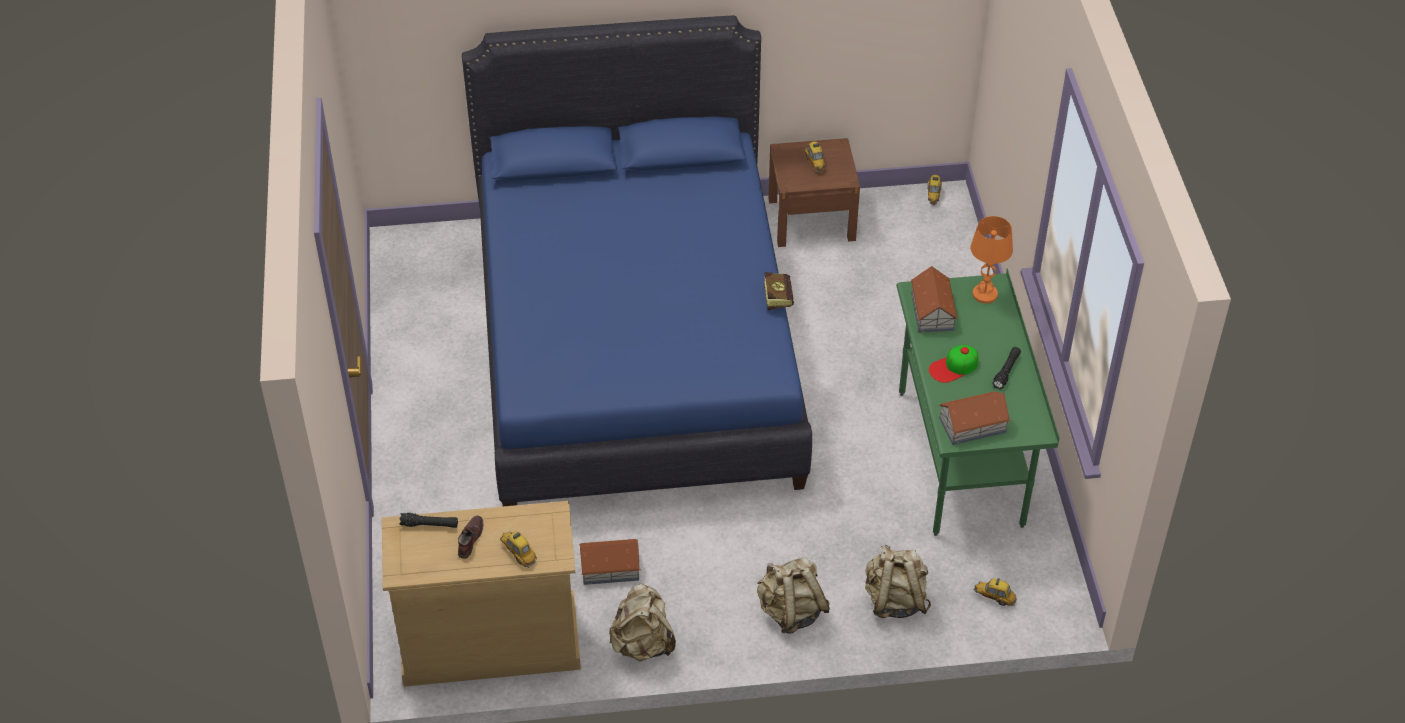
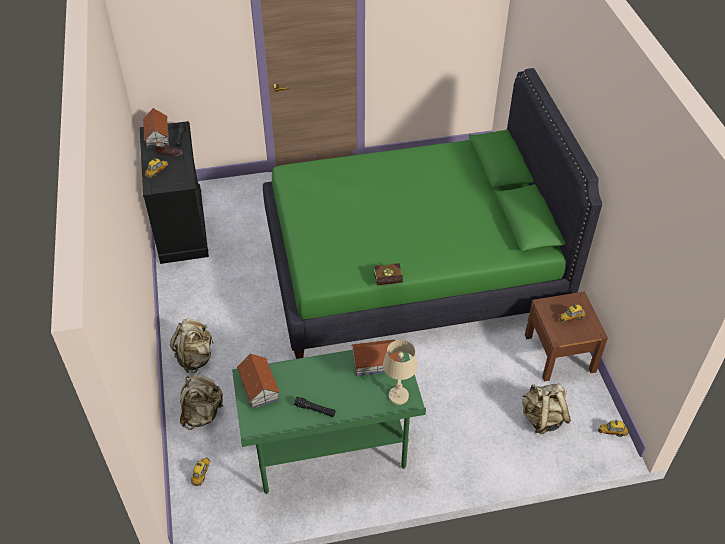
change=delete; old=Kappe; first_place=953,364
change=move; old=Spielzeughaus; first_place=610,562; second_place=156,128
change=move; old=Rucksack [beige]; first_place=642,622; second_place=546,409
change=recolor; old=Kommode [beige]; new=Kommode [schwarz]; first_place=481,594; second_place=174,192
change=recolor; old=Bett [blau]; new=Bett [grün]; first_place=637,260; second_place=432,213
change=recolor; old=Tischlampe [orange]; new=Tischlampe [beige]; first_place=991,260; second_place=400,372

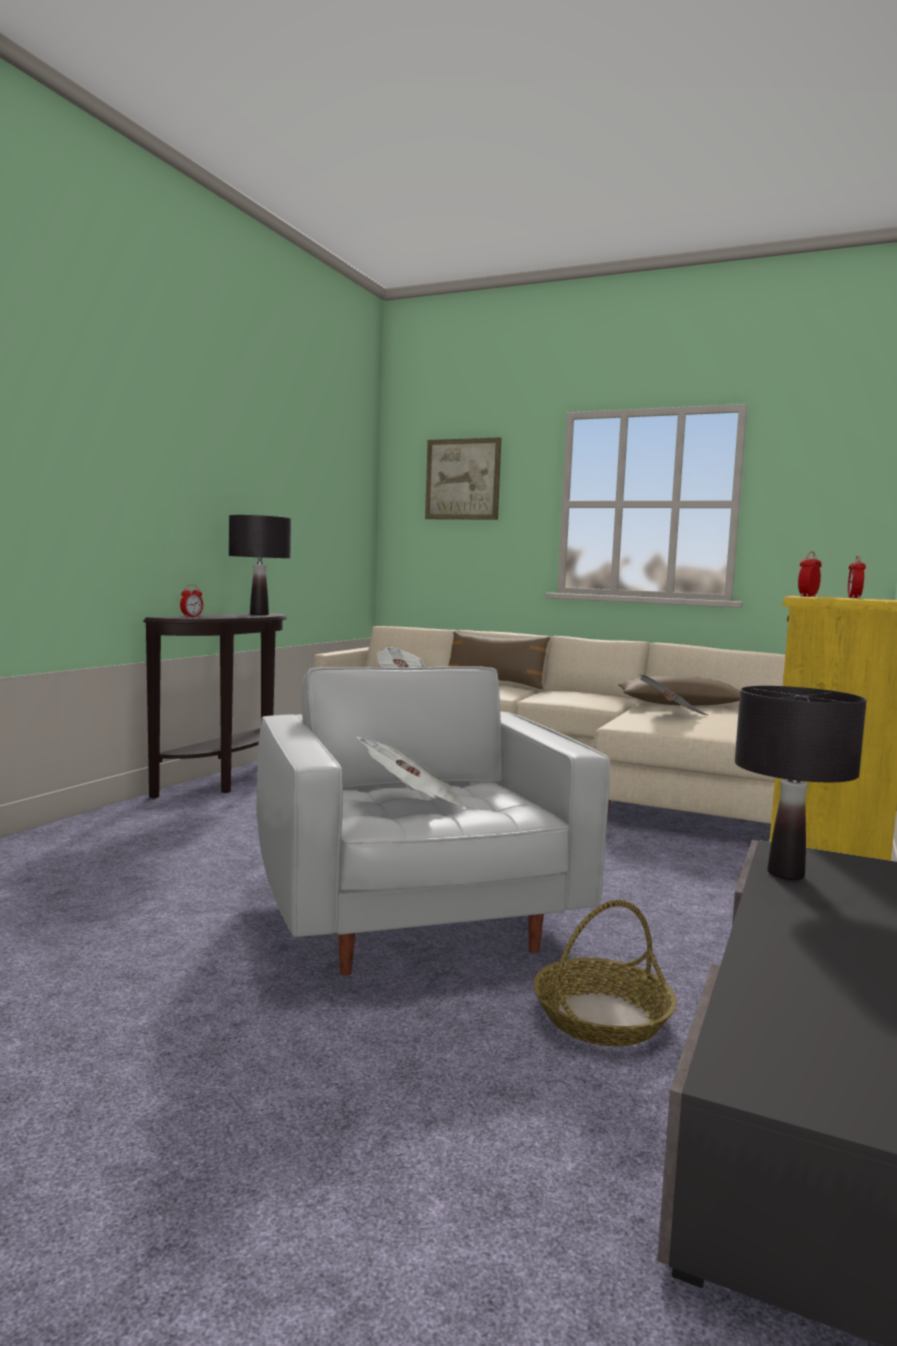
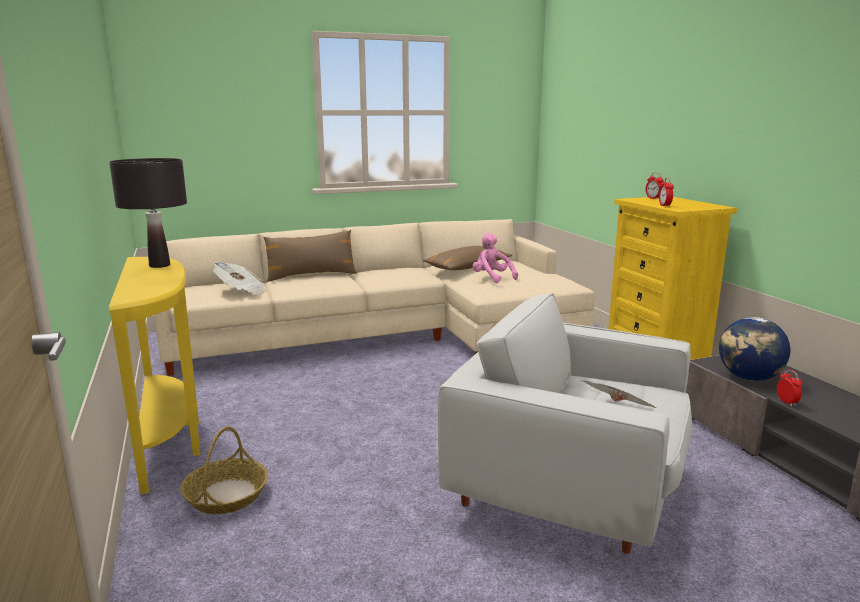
change=delete; old=Bild; first_place=463,478
change=move; old=Wecker; first_place=191,601; second_place=789,388
change=move; old=Korb; first_place=605,973; second_place=224,470
change=replace; old=Zeitung; new=Plüschtier [rosa]; first_place=673,695; second_place=495,258
change=replace; old=Tischlampe [schwarz]; new=Globus; first_place=801,783; second_place=754,349
change=recolor; old=Konsolentisch [braun]; new=Konsolentisch [gelb]; first_place=215,705; second_place=154,375

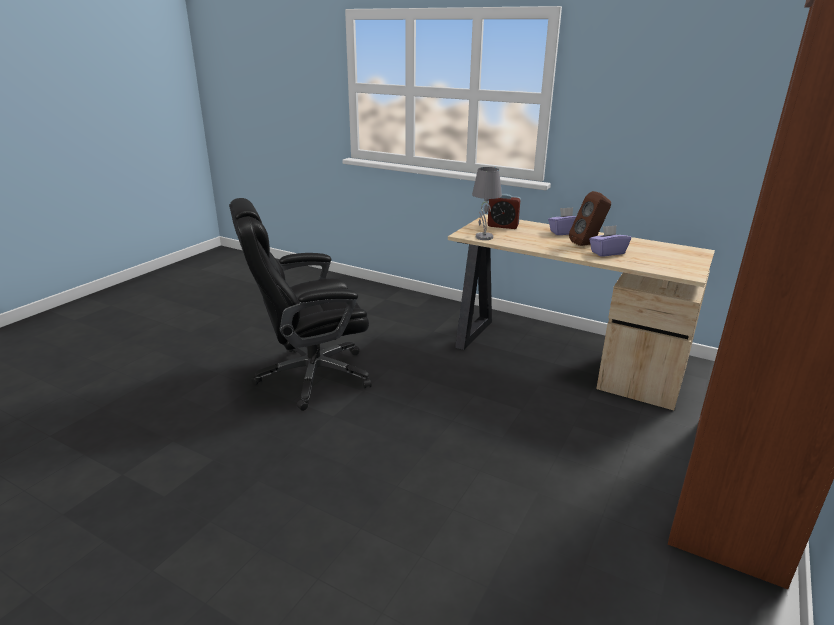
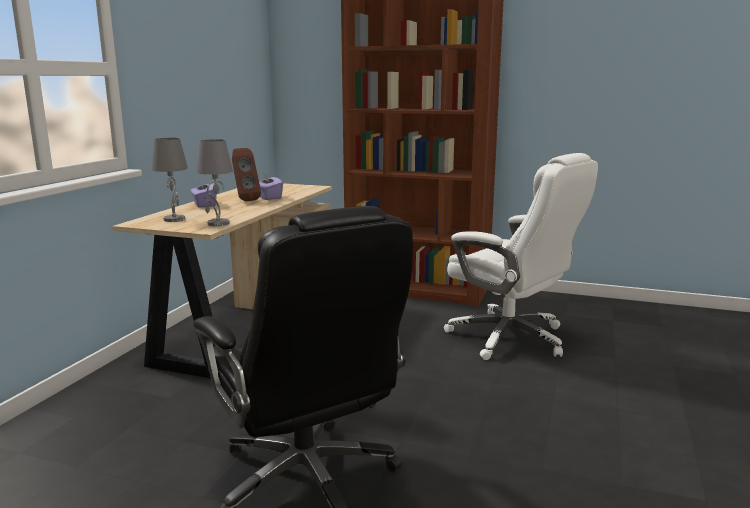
change=insert; new=Bürostuhl [weiß]; second_place=521,256
change=replace; old=Wecker; new=Tischlampe [grau]; first_place=504,211; second_place=170,180

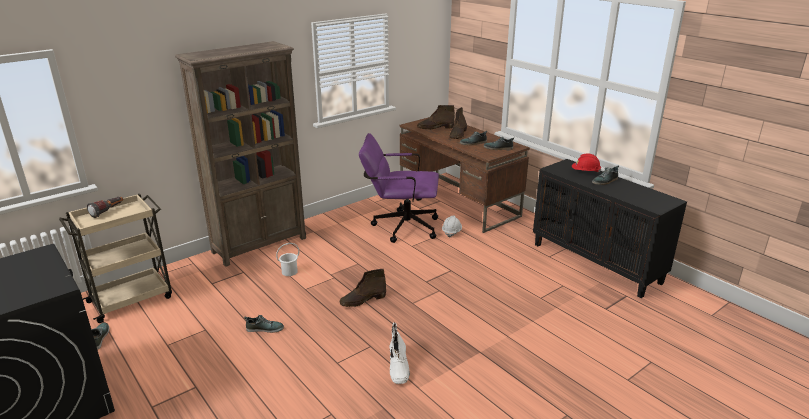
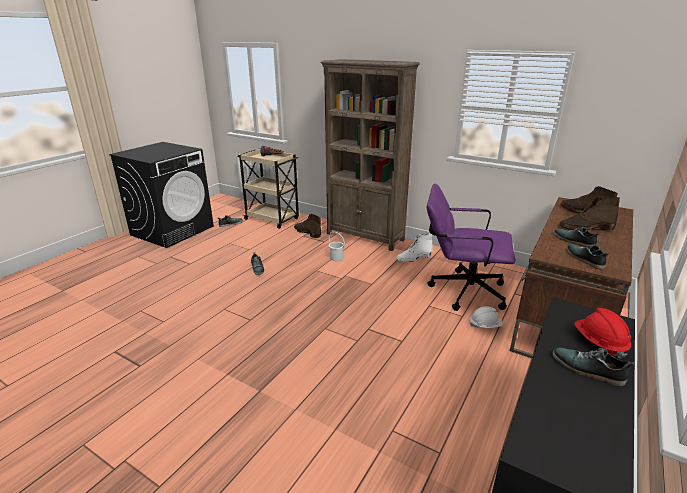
change=move; old=Stiefel [braun]; first_place=362,288; second_place=307,226
change=move; old=Stiefel [weiß]; first_place=400,353; second_place=414,247
change=rotate; old=Bürostuhl [lila]; first_place=399,188; second_place=471,247; degrees=-60

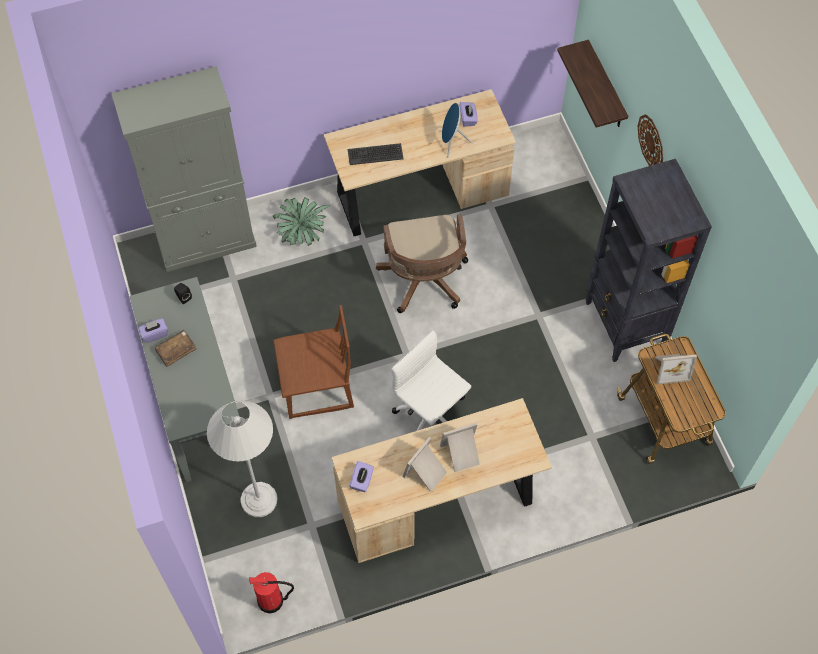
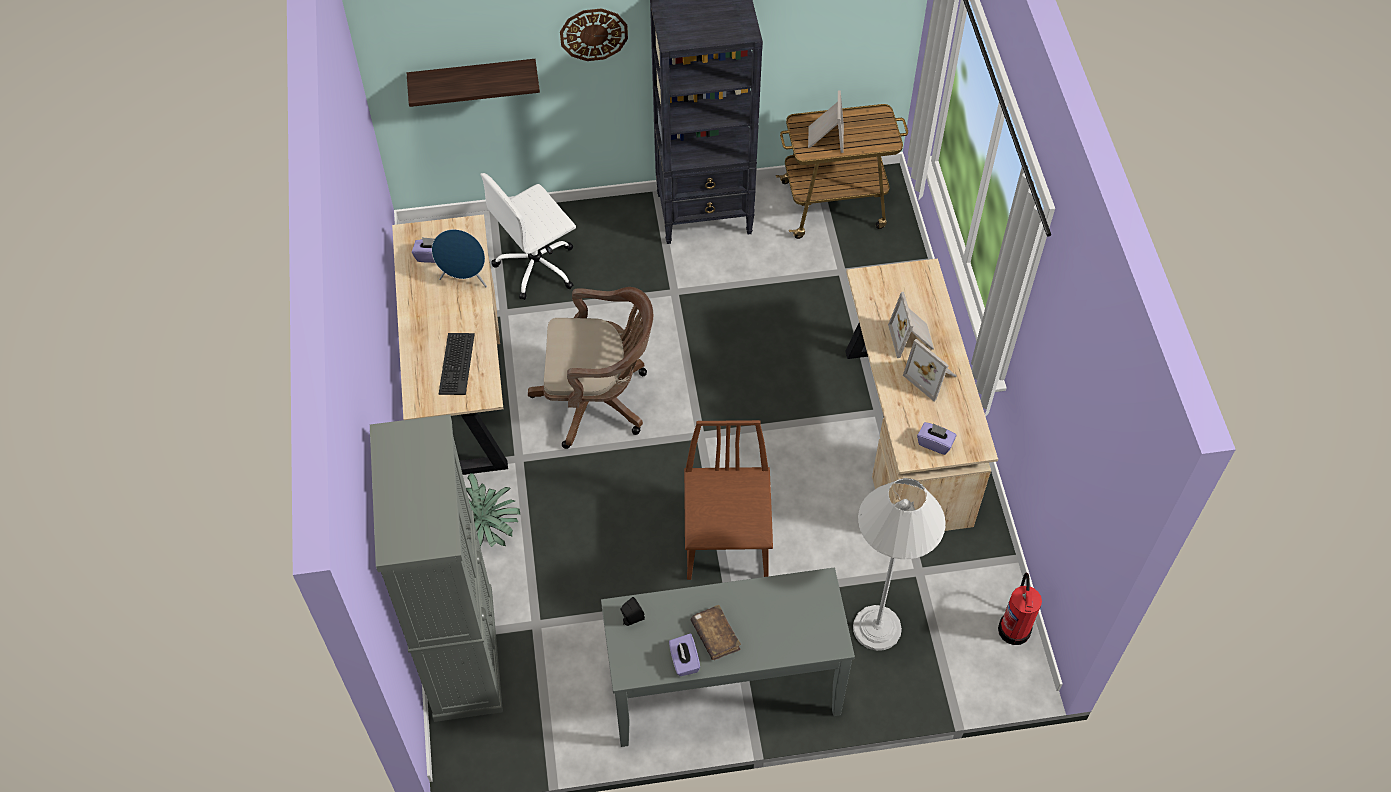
change=move; old=Bürostuhl [weiß]; first_place=431,380; second_place=528,236

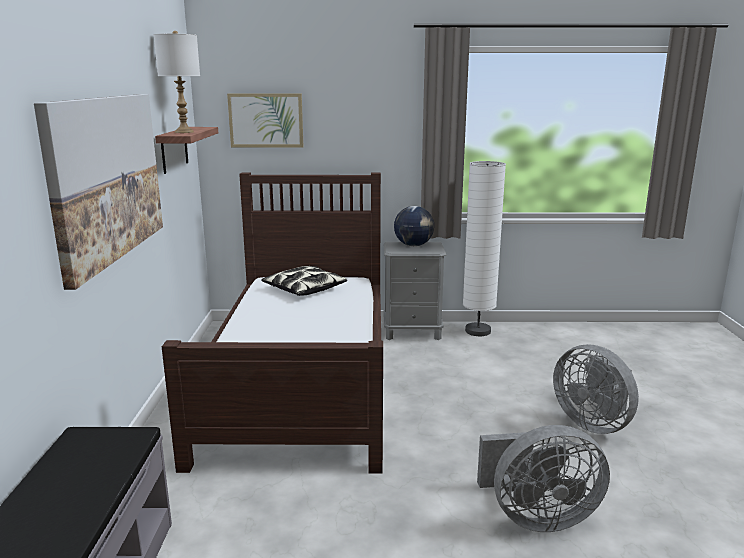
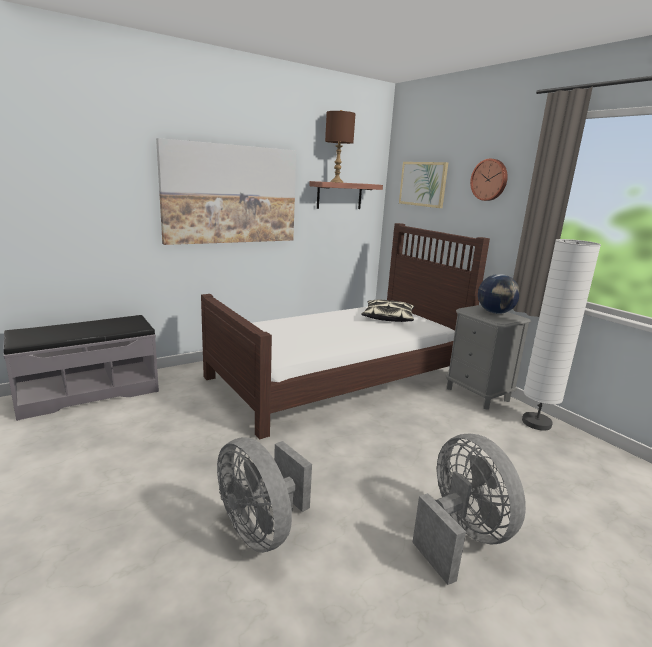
change=insert; new=Wanduhr; second_place=489,180
change=recolor; old=Tischlampe [weiß]; new=Tischlampe [braun]; first_place=177,82; second_place=340,146
change=rotate; old=Ventilator [grau]; first_place=596,389; second_place=469,509; degrees=135

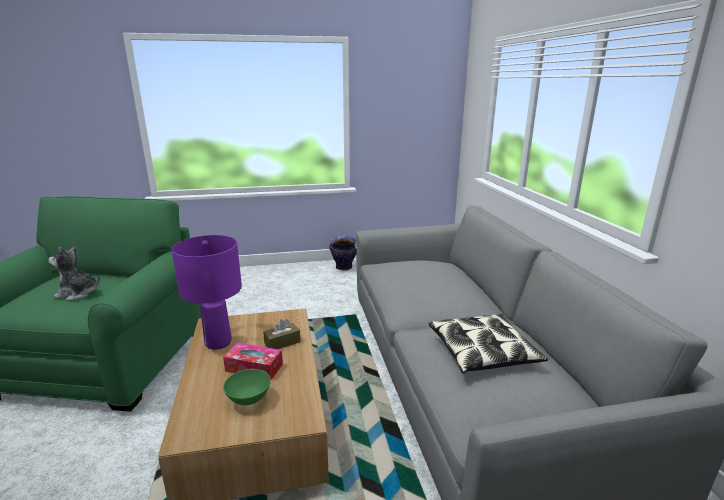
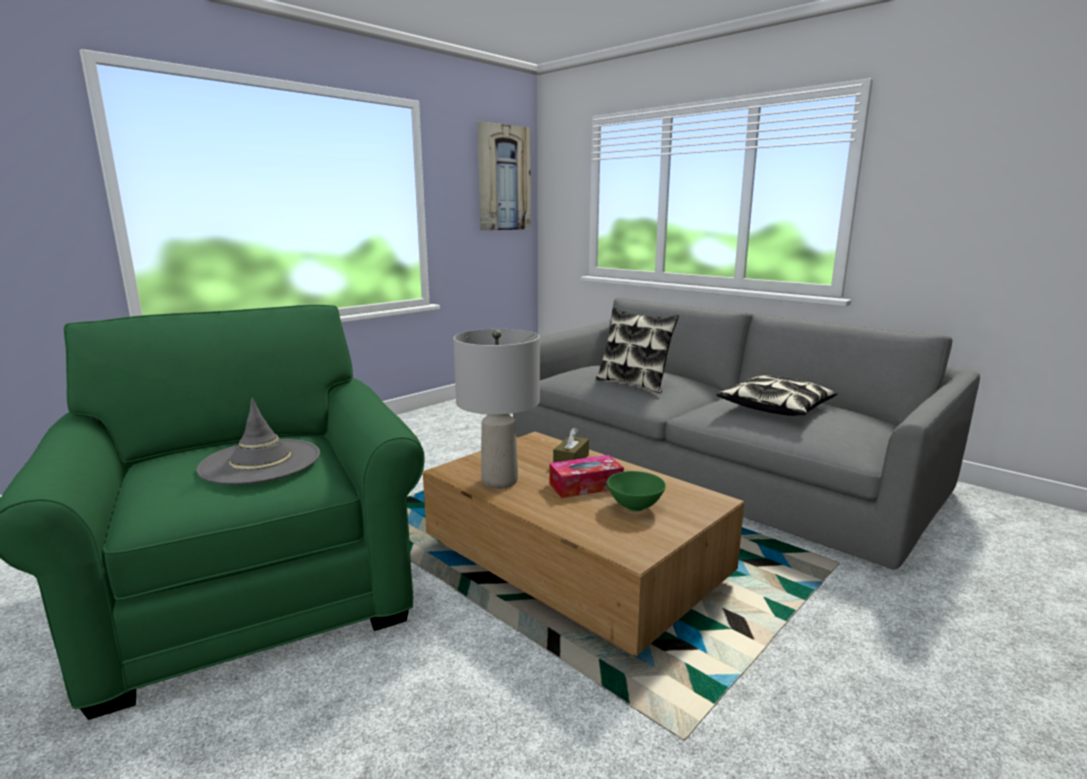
change=delete; old=Vase; first_place=343,253
change=insert; new=Bild; second_place=504,176
change=insert; new=Kissen; second_place=637,350
change=replace; old=Plüschtier; new=Hut [grau]; first_place=74,273; second_place=258,441
change=recolor; old=Tischlampe [lila]; new=Tischlampe [grau]; first_place=207,292; second_place=496,409

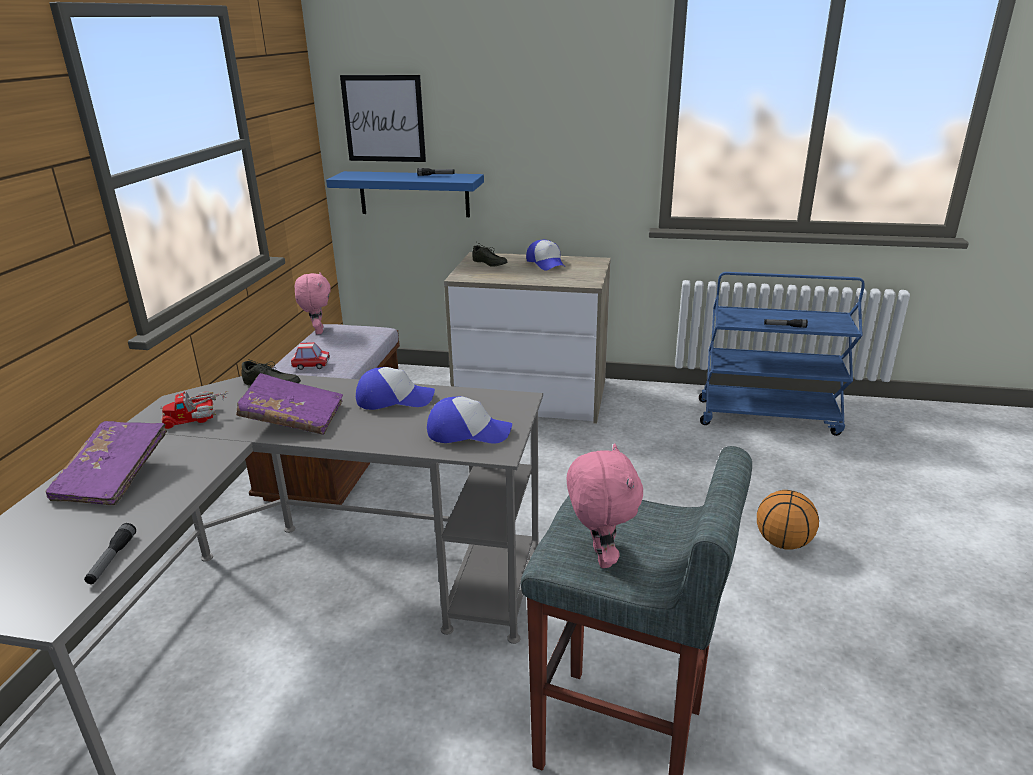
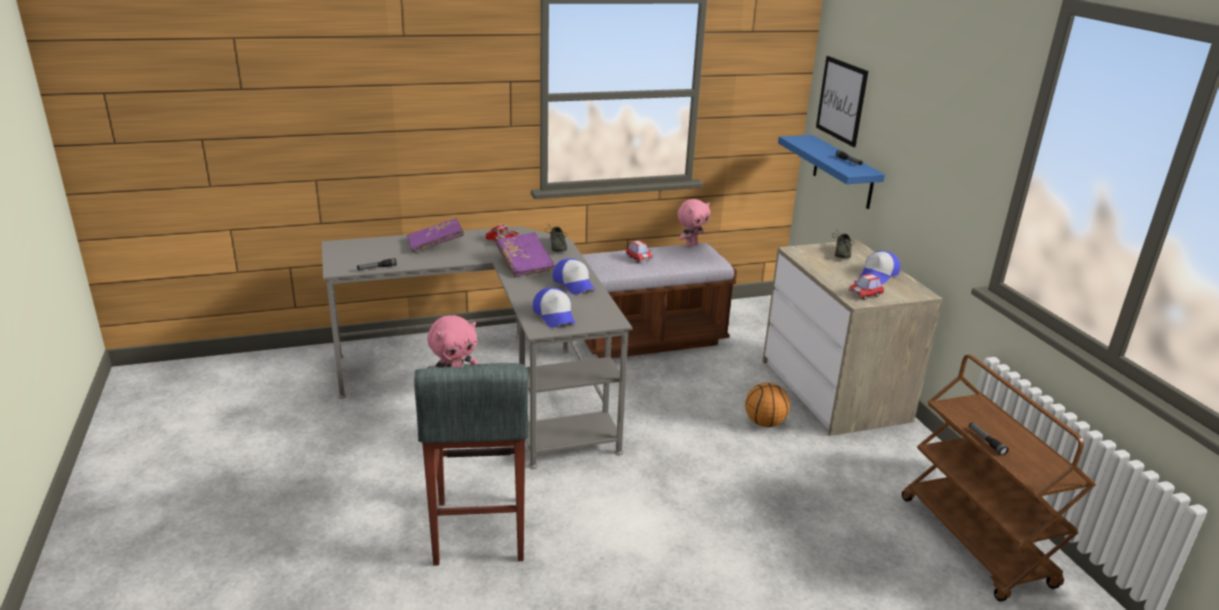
change=insert; new=Spielzeugauto; second_place=866,287
change=move; old=Basketball; first_place=788,520; second_place=767,405
change=recolor; old=Rollwagen [blau]; new=Rollwagen [braun]; first_place=782,354; second_place=999,478

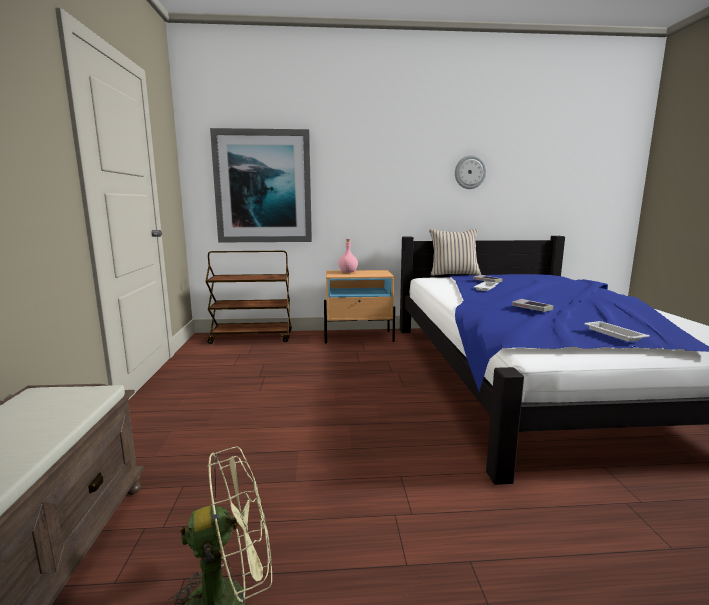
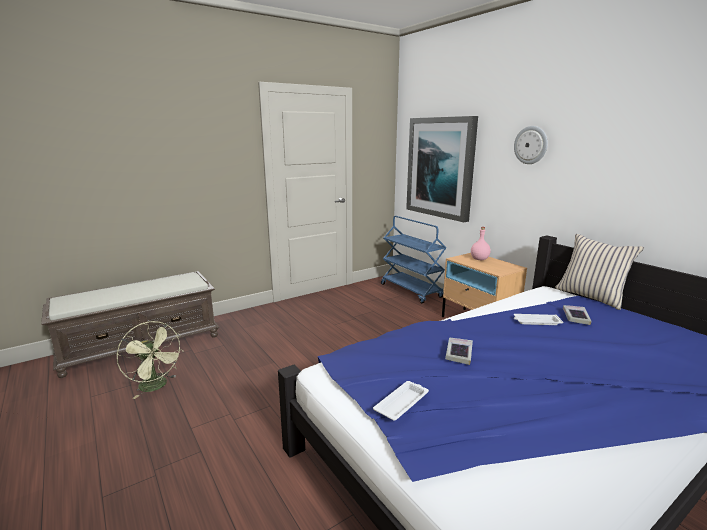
change=move; old=Wanduhr; first_place=471,172; second_place=531,145
change=recolor; old=Rollwagen [braun]; new=Rollwagen [blau]; first_place=248,297; second_place=414,259

